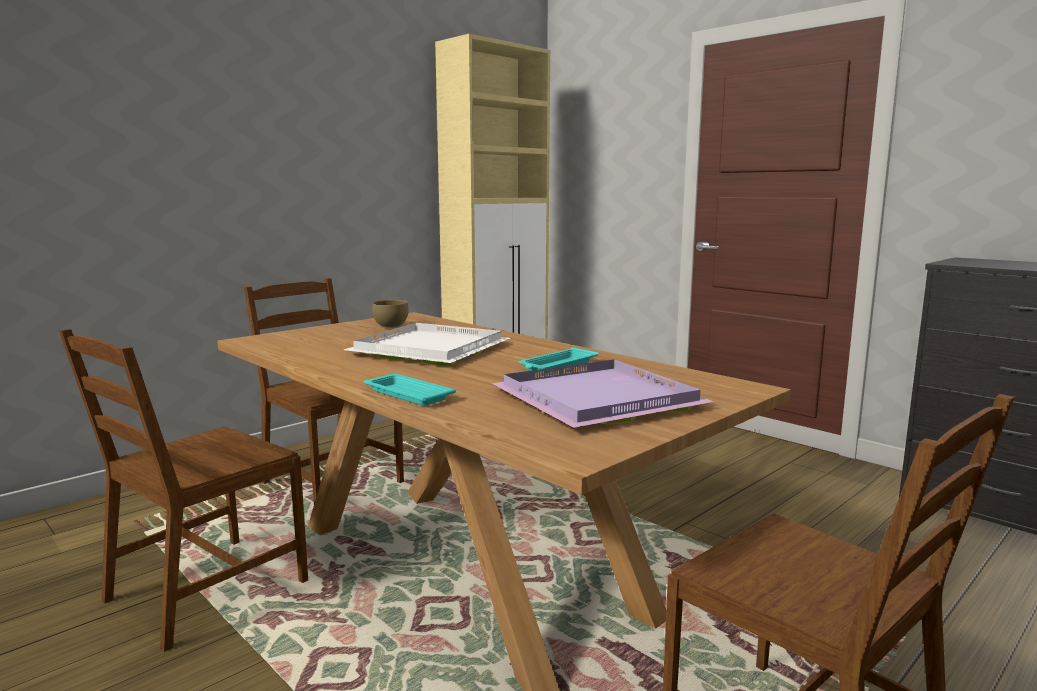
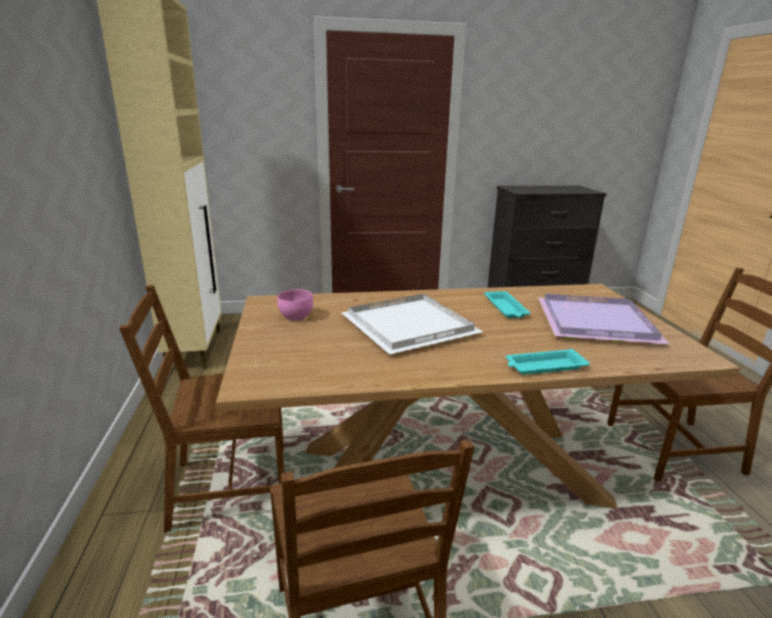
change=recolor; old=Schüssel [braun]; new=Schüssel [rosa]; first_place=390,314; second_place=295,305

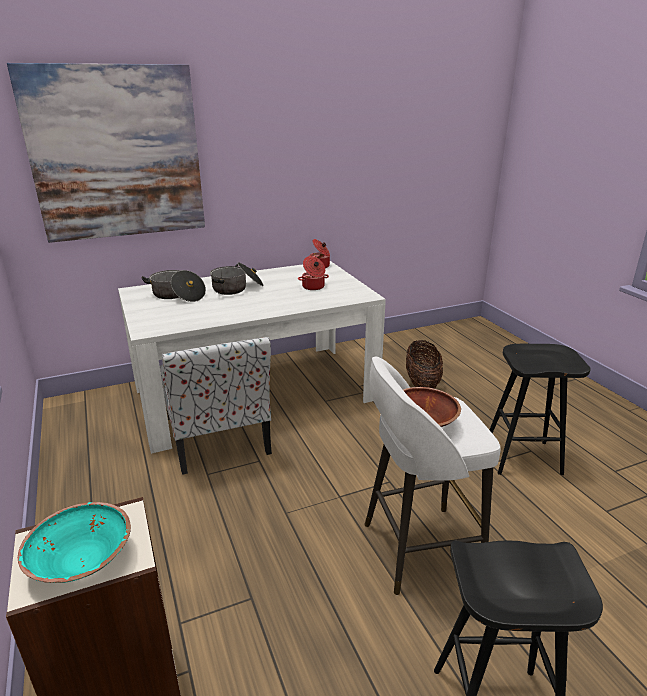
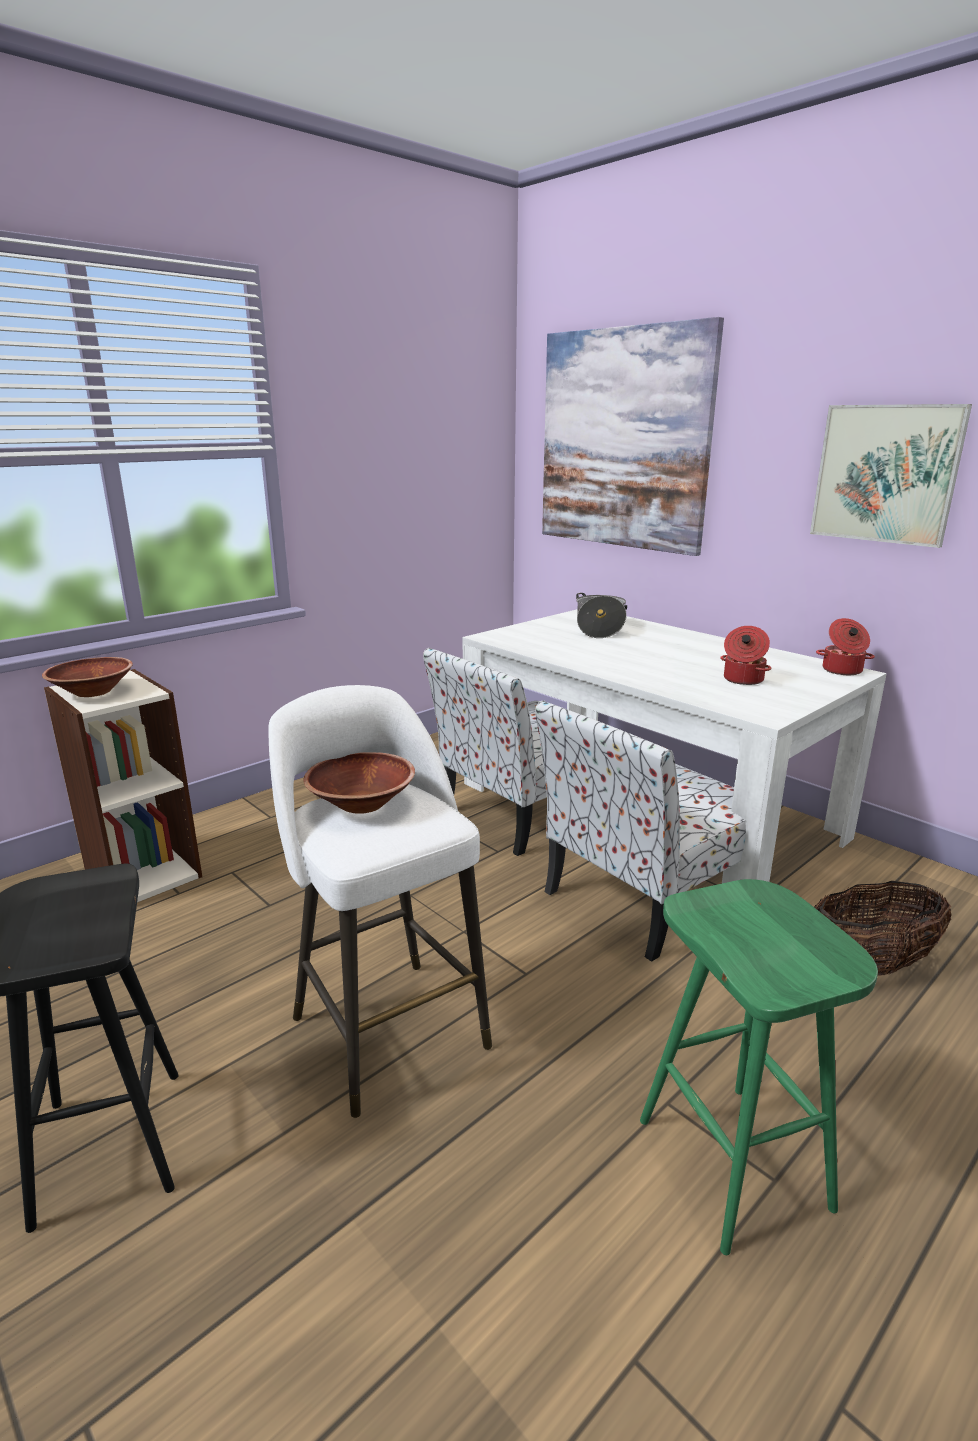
change=delete; old=Kochtopf; first_place=237,278
change=insert; new=Stuhl; second_place=640,831
change=insert; new=Bild; second_place=891,476
change=recolor; old=Schüssel [türkis]; new=Schüssel [braun]; first_place=74,542; second_place=87,677
change=recolor; old=Hocker [schwarz]; new=Hocker [grün]; first_place=540,409; second_place=759,1067

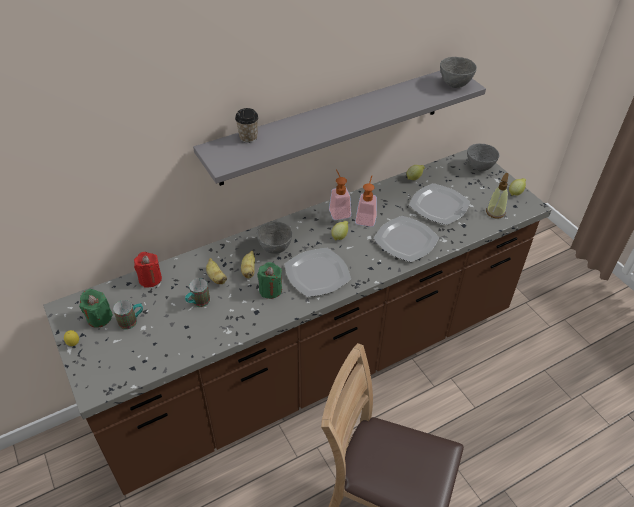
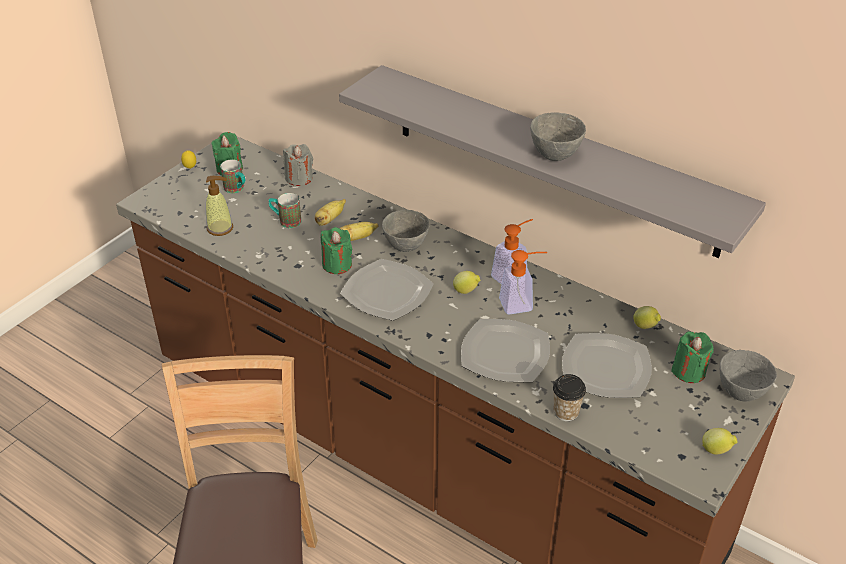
change=insert; new=Kerze [grün]; second_place=692,357
change=move; old=Tasse; first_place=247,125; second_place=569,397
change=move; old=Schüssel [grau]; first_place=458,72; second_place=558,136
change=move; old=Seifenspender; first_place=497,196; second_place=219,206
change=recolor; old=Kerze [rot]; new=Kerze [grau]; first_place=148,270; second_place=298,165

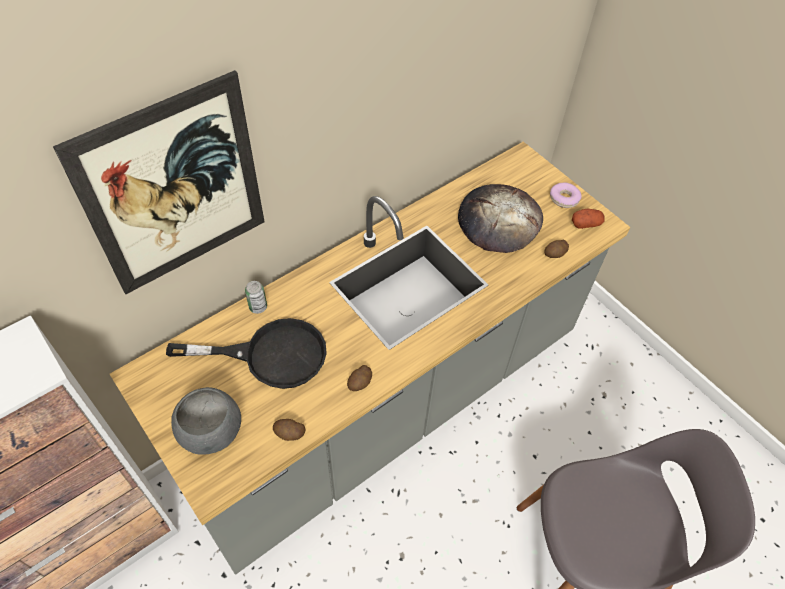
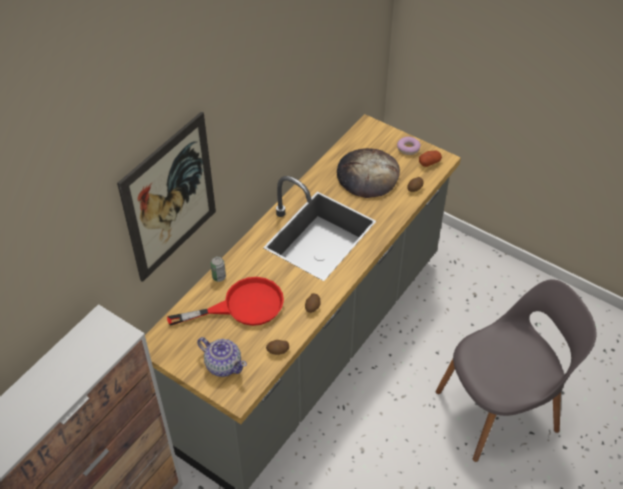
change=replace; old=Schüssel [grau]; new=Teekanne; first_place=206,421; second_place=222,357
change=recolor; old=Pfanne [schwarz]; new=Pfanne [rot]; first_place=246,353; second_place=225,301

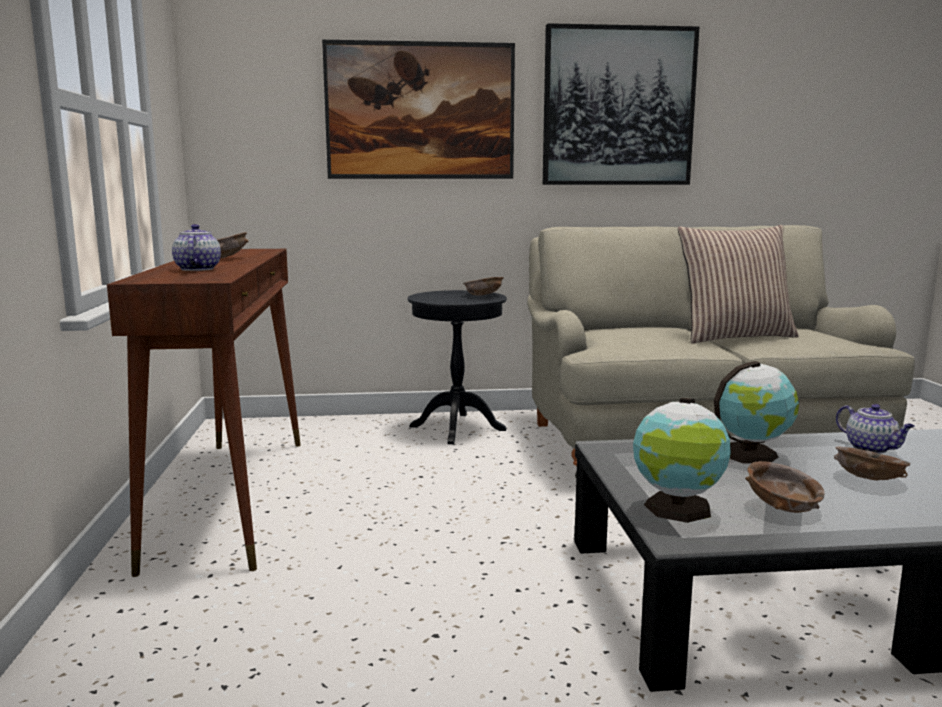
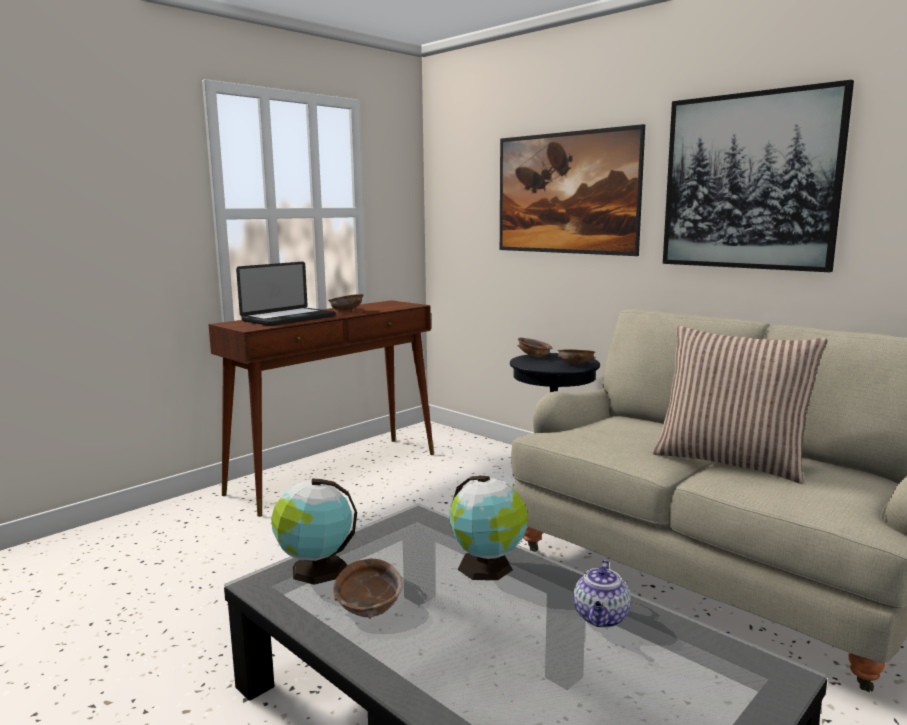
change=move; old=Schüssel [braun]; first_place=872,463; second_place=534,347
change=replace; old=Teekanne; new=Laptop; first_place=196,247; second_place=286,294

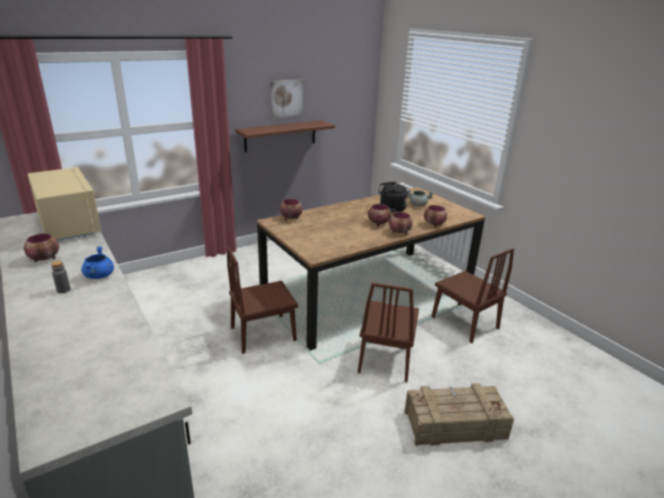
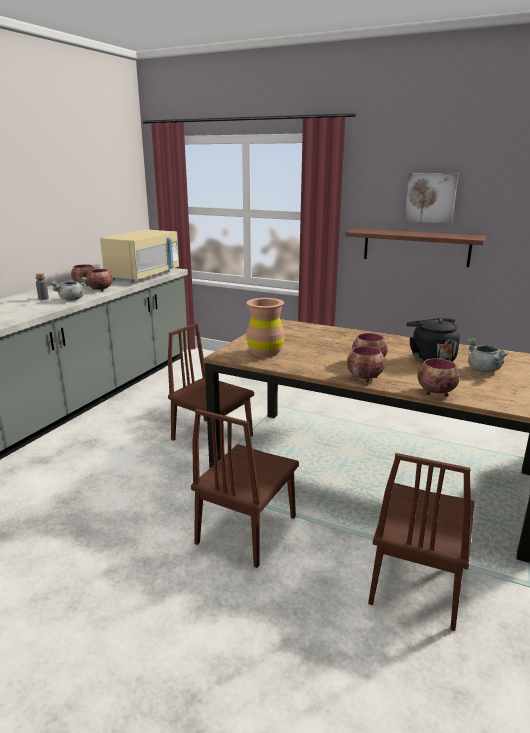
change=delete; old=Kiste; first_place=459,414
change=insert; new=Vase [braun]; second_place=265,327
change=move; old=Schüssel; first_place=291,209; second_place=99,280
change=recolor; old=Kochtopf [blau]; new=Kochtopf [grau]; first_place=98,262; second_place=68,288
change=rotate; old=Stuhl [braun]; first_place=388,332; second_place=245,488; degrees=-45

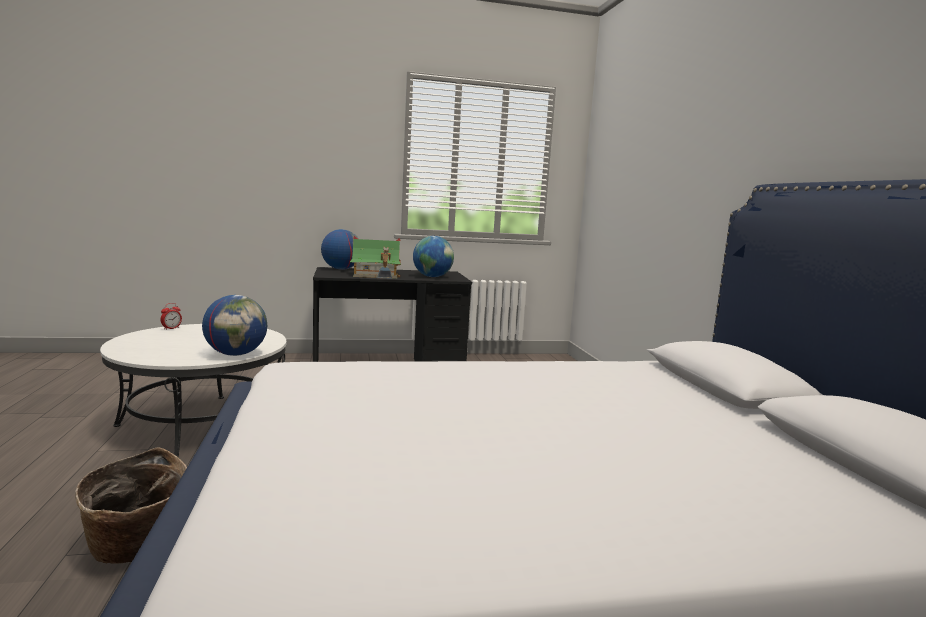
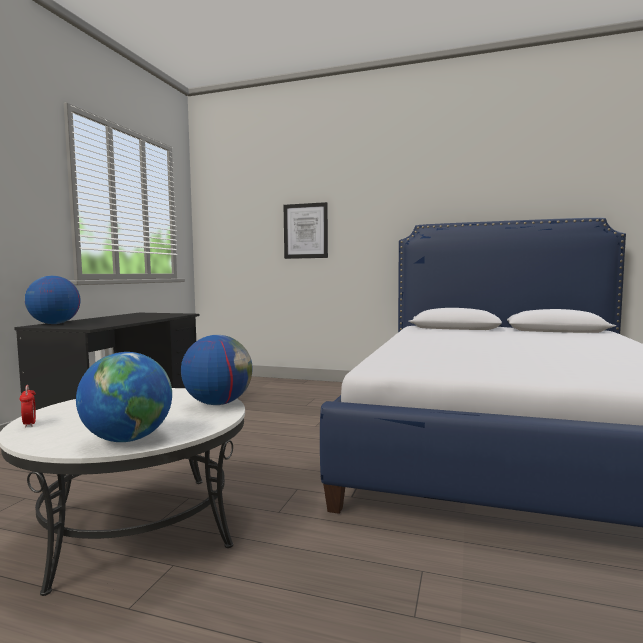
change=delete; old=Korb; first_place=131,505
change=delete; old=Spielzeughaus; first_place=375,257
change=insert; new=Bild; second_place=306,230
change=move; old=Globus; first_place=433,256; second_place=124,397

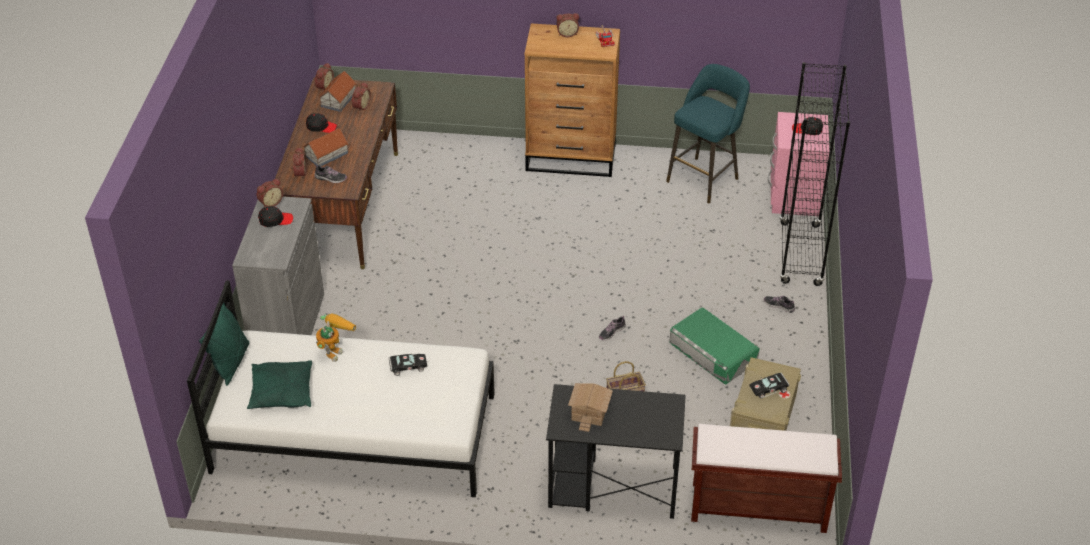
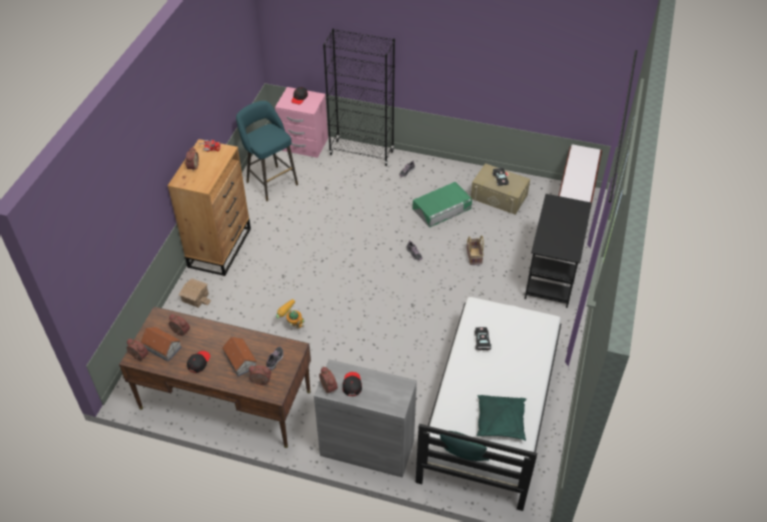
change=move; old=Spielzeugroboter; first_place=336,338; second_place=290,314
change=move; old=Spielzeughaus; first_place=590,407; second_place=195,293

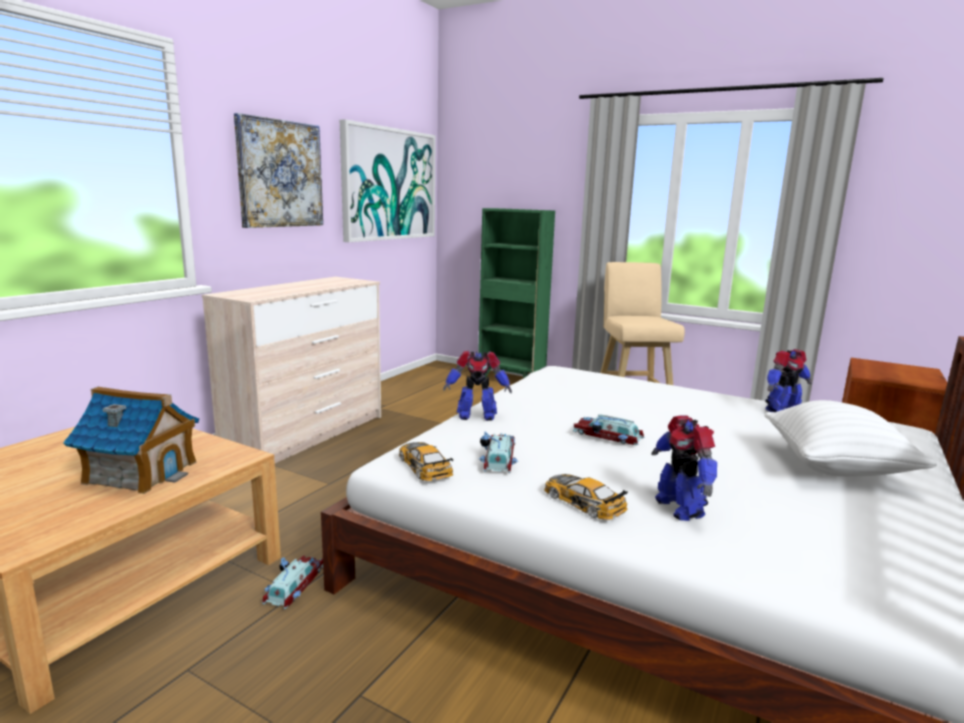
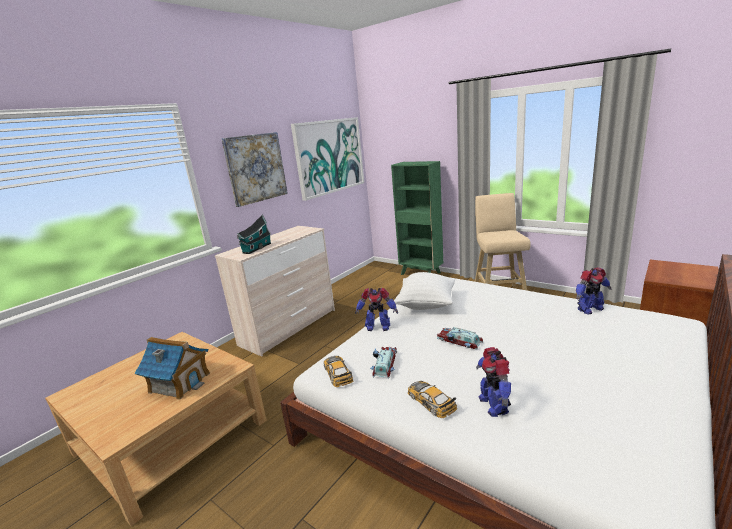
change=delete; old=Spielzeugauto; first_place=292,582
change=insert; new=Spielzeughaus; second_place=254,234
change=move; old=Kissen [weiß]; first_place=850,438; second_place=424,291

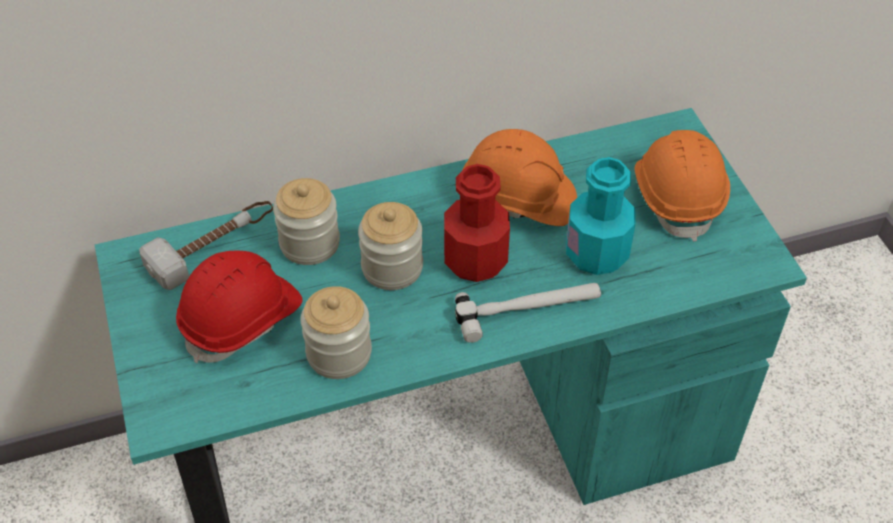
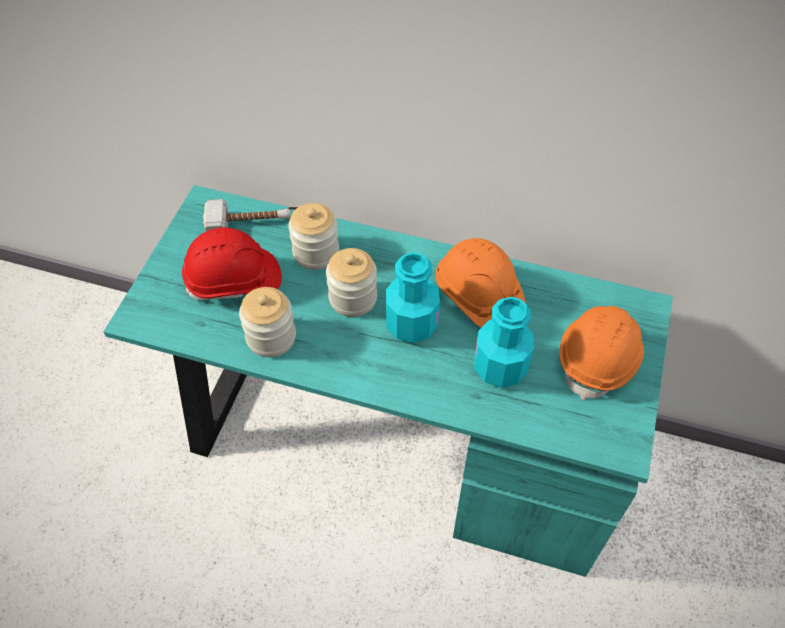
change=delete; old=Hammer; first_place=528,313
change=recolor; old=Flasche [rot]; new=Flasche [türkis]; first_place=477,223; second_place=413,297

